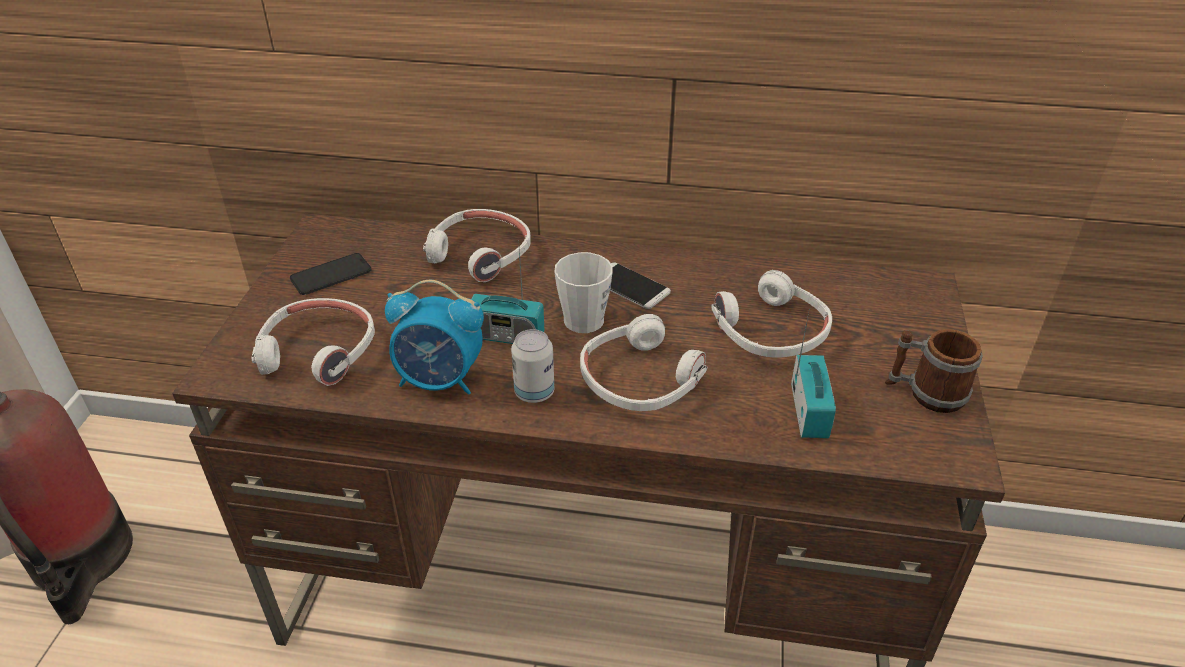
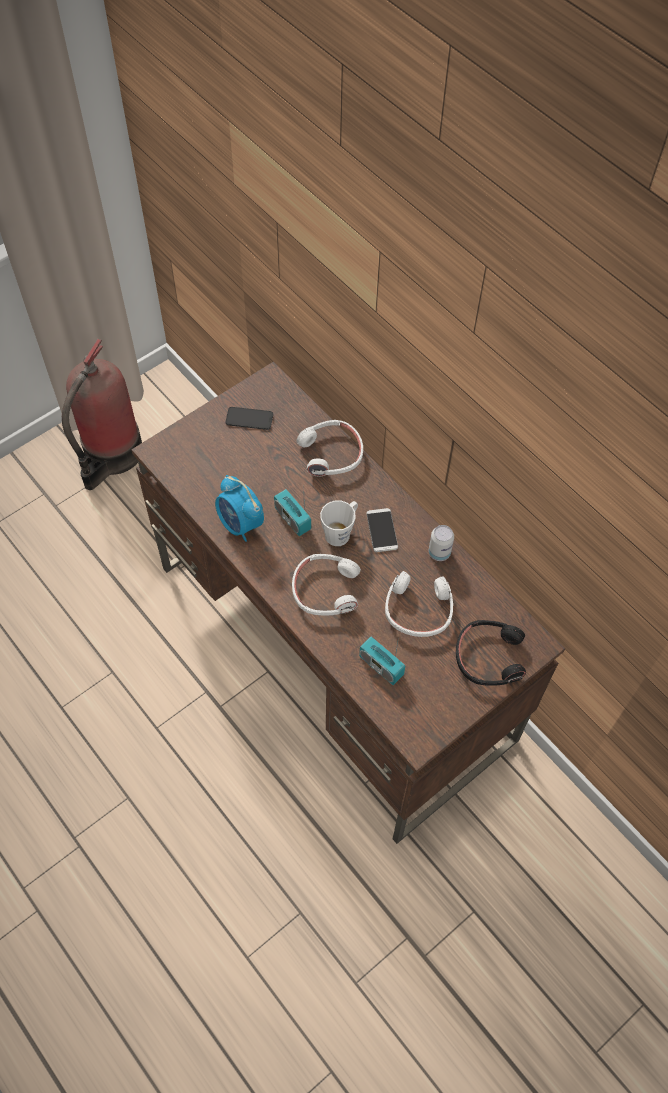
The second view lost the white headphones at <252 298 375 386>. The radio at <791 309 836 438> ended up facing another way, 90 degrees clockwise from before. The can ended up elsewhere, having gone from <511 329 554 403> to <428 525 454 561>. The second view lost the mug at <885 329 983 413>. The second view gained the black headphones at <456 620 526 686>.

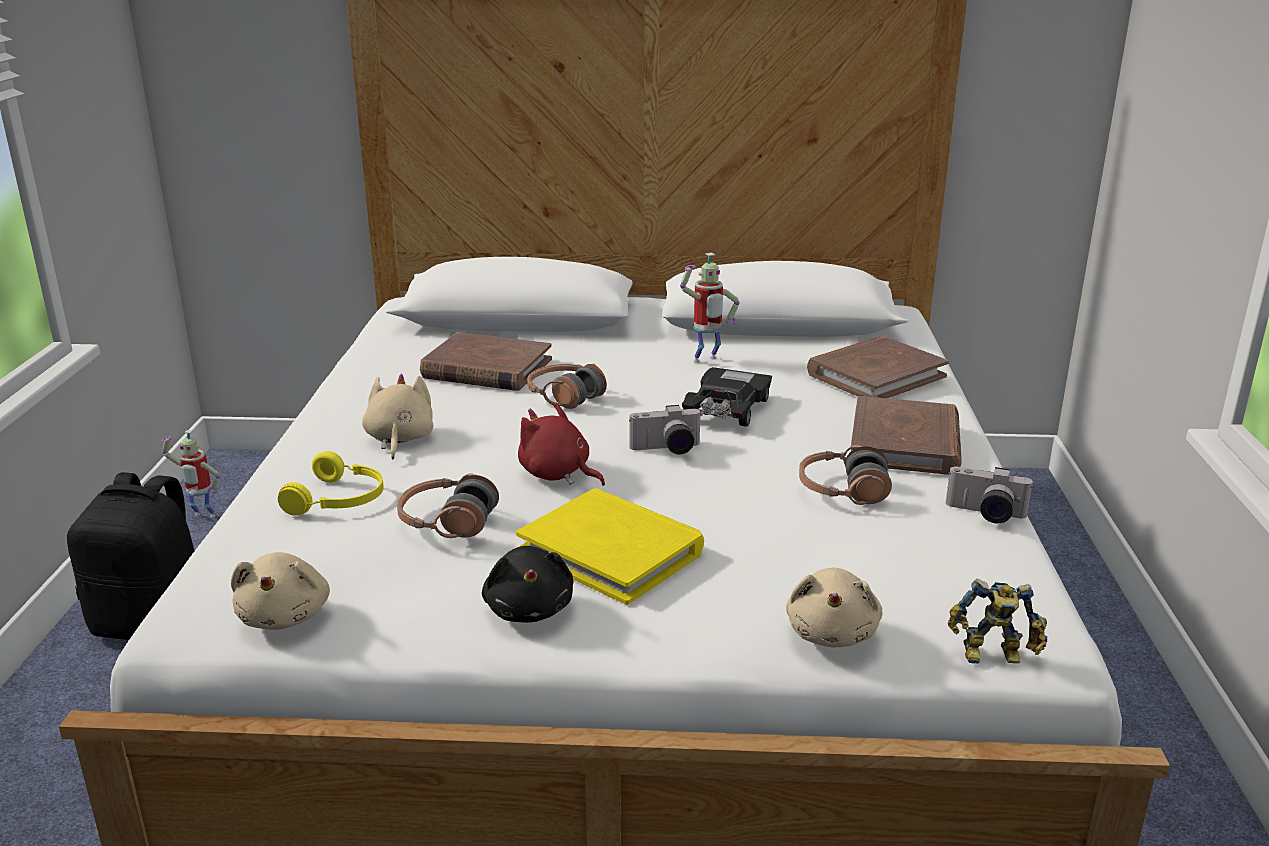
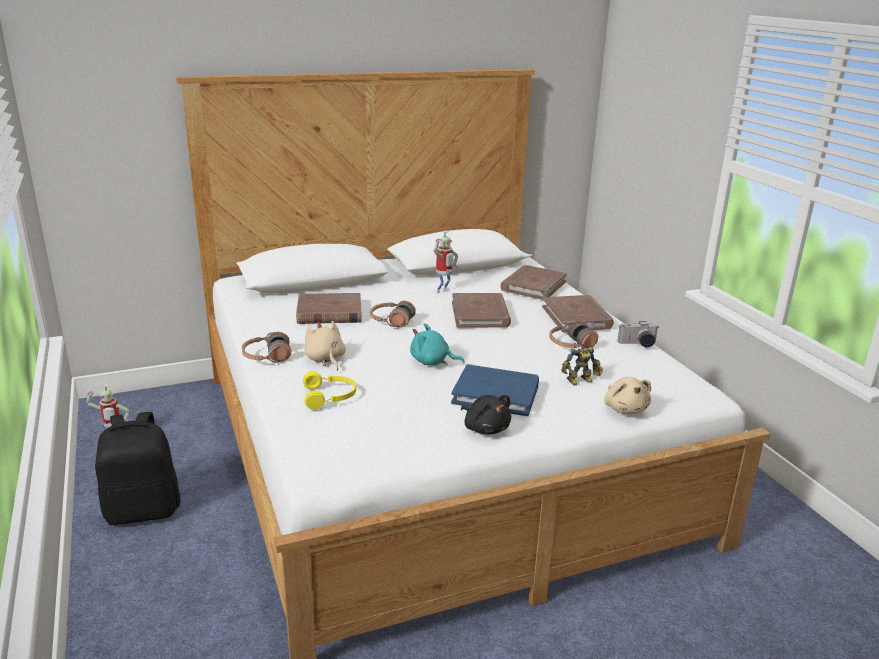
Where the black toy car stood at <682 367 772 427>, the brown book came to stand at <452 293 511 328>. What was the red plush toy at <518 402 605 486> turned into the turquoise plush toy at <410 323 465 366>. The second view lost the photo camera at <629 405 702 454>. The headphones ended up elsewhere, having gone from <397 473 499 538> to <242 332 291 363>. What was the yellow book at <516 488 704 605> turned into the blue book at <451 364 539 416>. The second view lost the beige plush toy at <231 552 330 630>. The toy robot ended up elsewhere, having gone from <948 579 1047 664> to <561 347 603 386>.

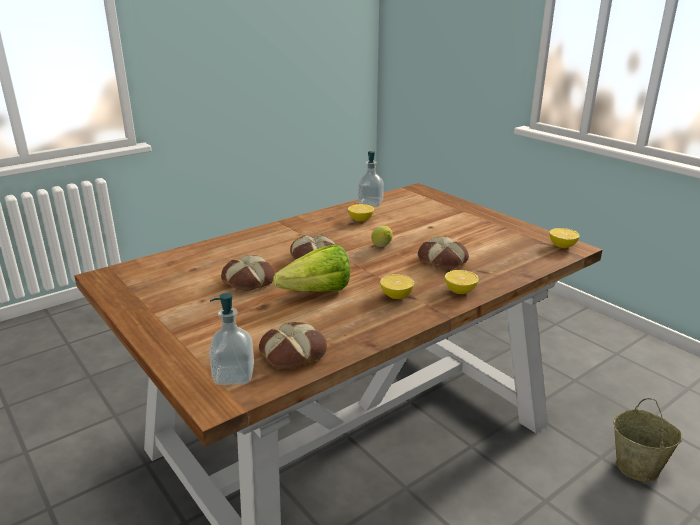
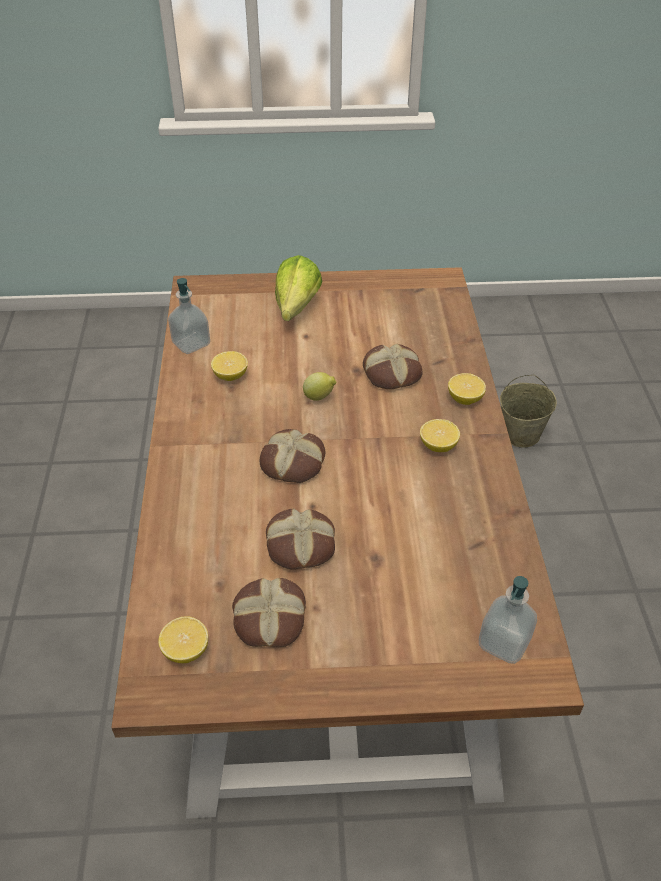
The lemon ended up elsewhere, having gone from <549 228 580 248> to <158 616 208 663>. The lettuce ended up elsewhere, having gone from <273 245 350 292> to <275 255 322 321>. The bread ended up elsewhere, having gone from <259 322 327 369> to <232 578 306 647>.

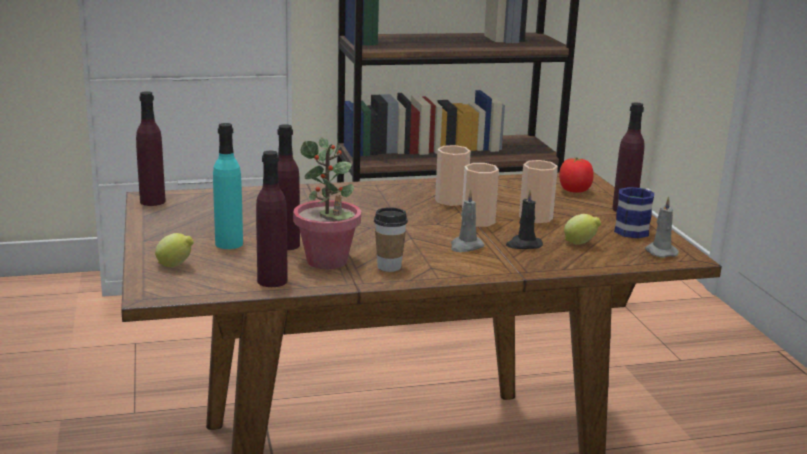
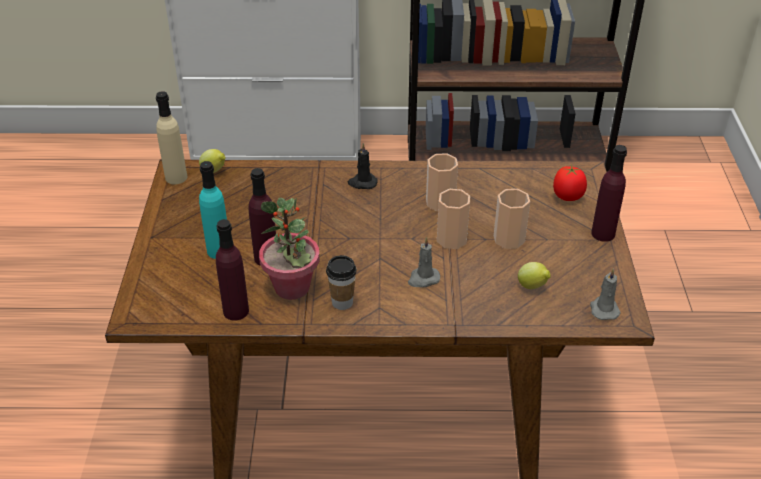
What was the purple bottle at <136 91 166 206> turned into the beige bottle at <156 91 187 184>. The second view lost the mug at <614 187 654 238>. The black candle ended up elsewhere, having gone from <506 189 543 249> to <348 143 378 189>. The lemon ended up elsewhere, having gone from <155 233 194 267> to <199 149 225 173>.

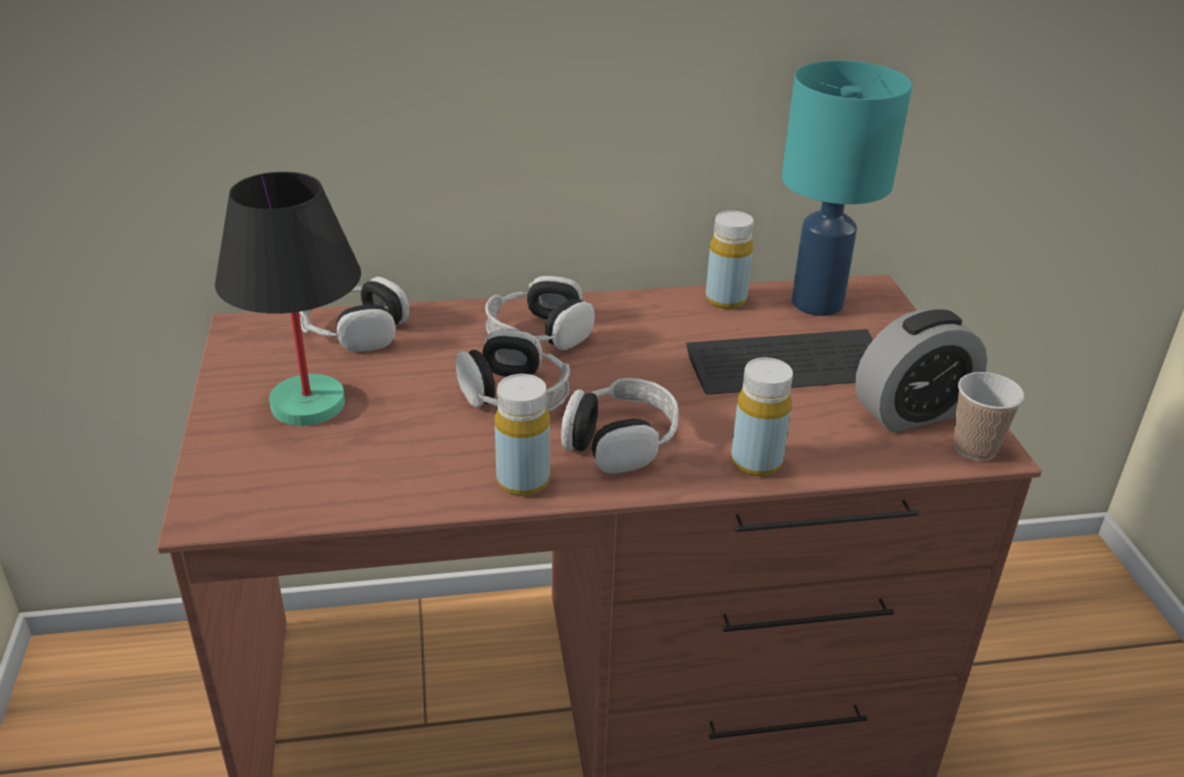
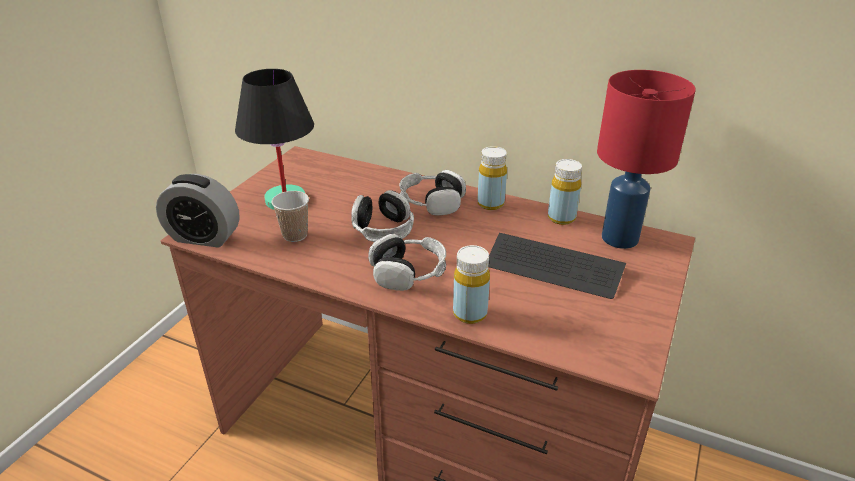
What was the turquoise table lamp at <782 60 912 316> turned into the red table lamp at <597 70 696 249>. The second view lost the headphones at <299 277 409 352>. The alarm clock ended up elsewhere, having gone from <855 308 987 432> to <156 174 240 248>. The cup ended up elsewhere, having gone from <954 372 1024 461> to <272 191 309 242>. The yellow bottle ended up elsewhere, having gone from <495 374 550 496> to <477 146 507 210>.

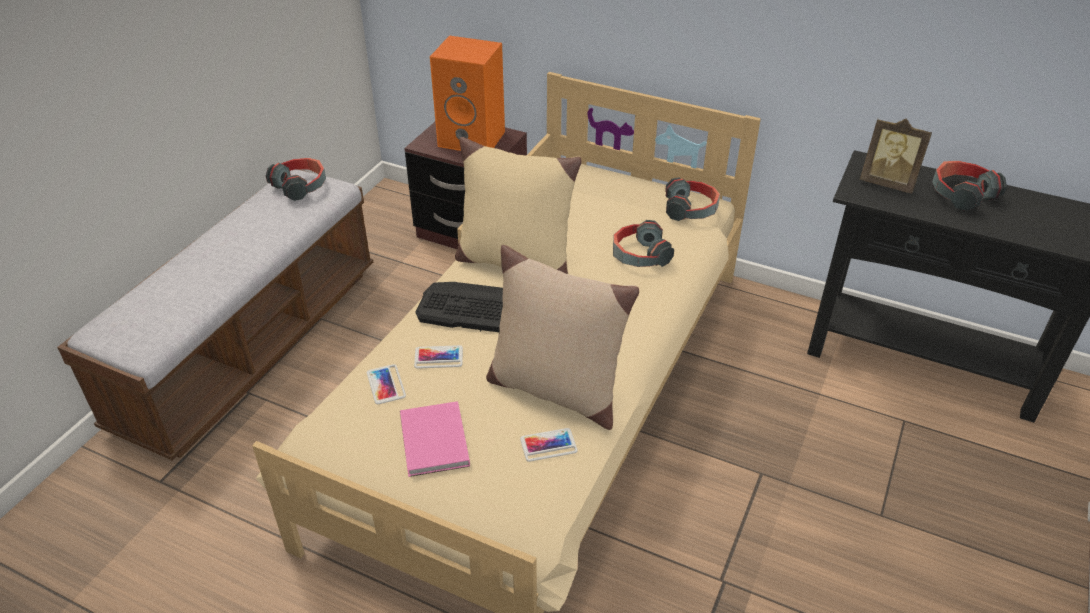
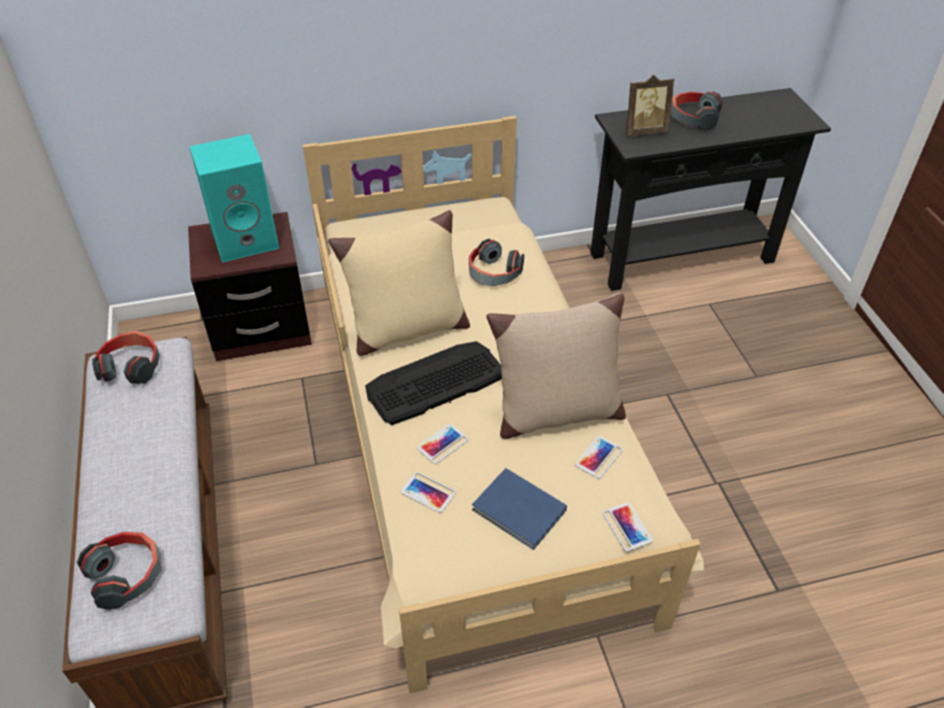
What was the orange speaker at <430 35 505 151> turned into the turquoise speaker at <189 134 279 263>. The headphones ended up elsewhere, having gone from <665 177 720 221> to <77 532 162 610>. What was the pink book at <400 401 470 477> turned into the blue book at <472 468 567 550>. The second view gained the phone at <602 502 653 552>.

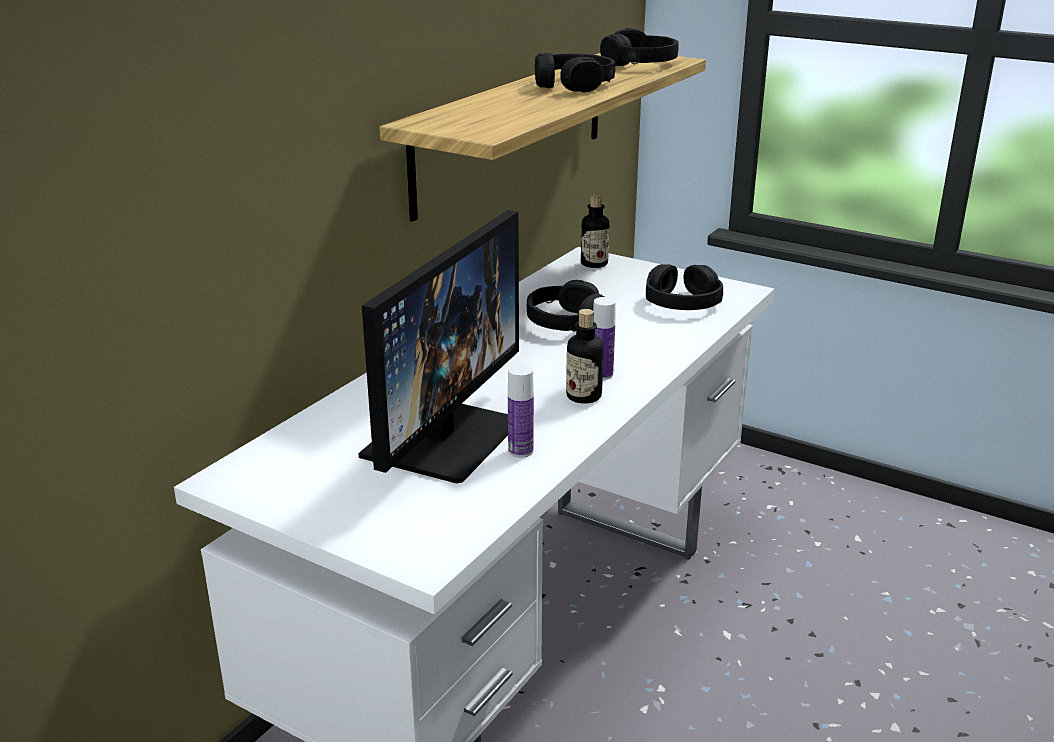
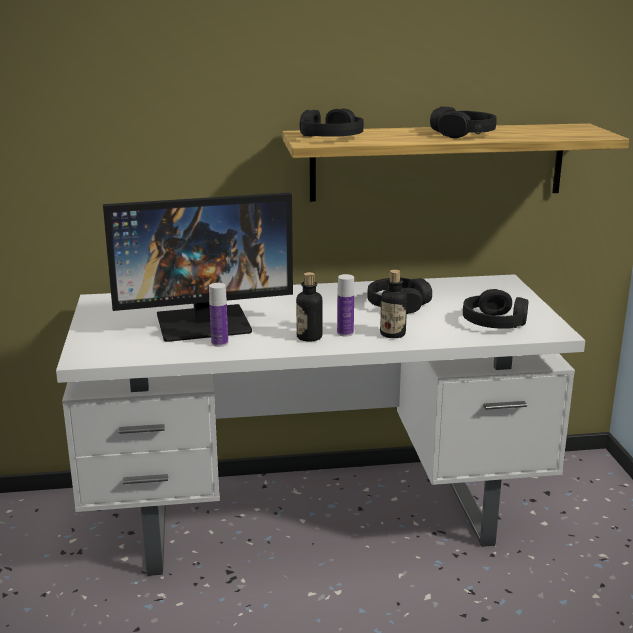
The black headphones ended up elsewhere, having gone from <600 28 678 66> to <300 108 364 137>. The bottle ended up elsewhere, having gone from <581 194 609 268> to <380 270 407 338>.

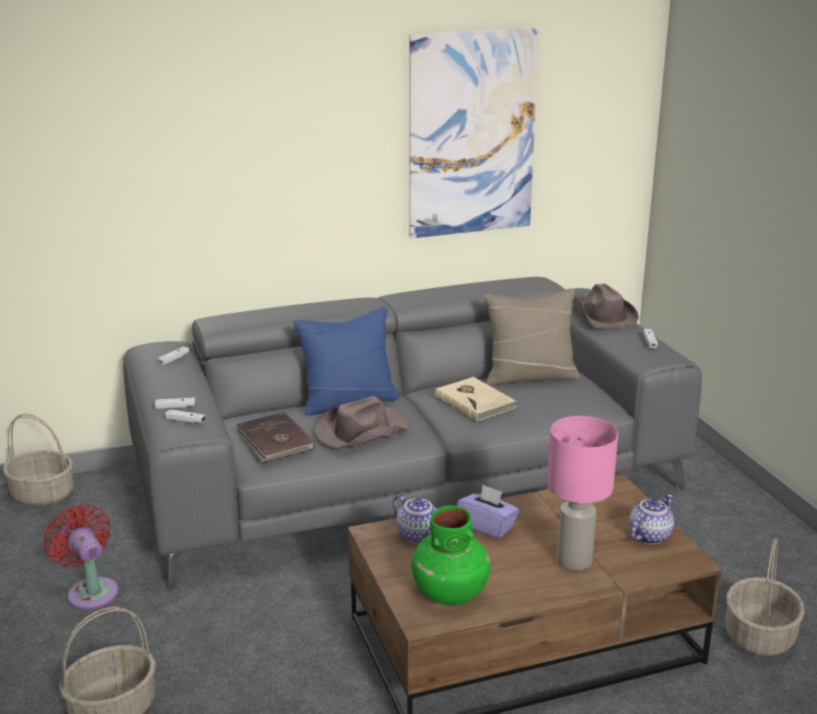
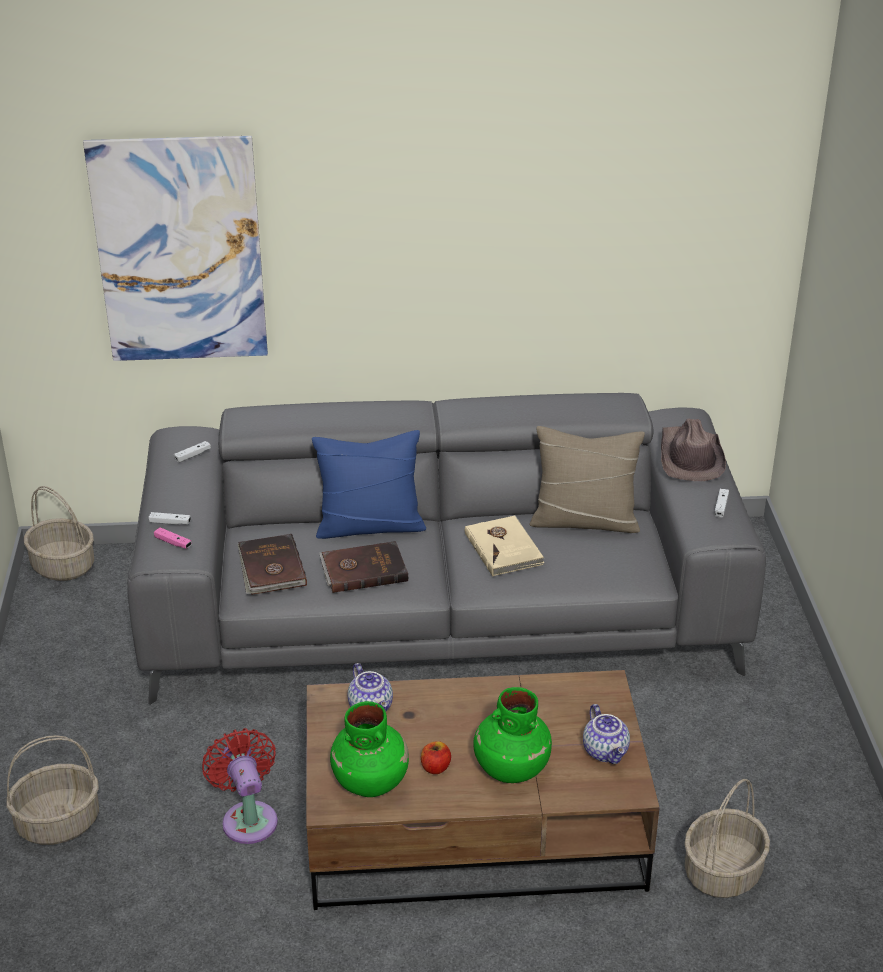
The picture ended up elsewhere, having gone from <409 28 540 238> to <83 136 268 361>. Where the brown hat stood at <314 396 409 448>, the brown book came to stand at <319 541 408 593>. What was the white game controller at <165 409 205 424> turned into the pink game controller at <154 527 192 549>. Where the pink table lamp stood at <547 416 618 570>, the green vase came to stand at <473 687 552 783>. The second view lost the purple tissue box at <457 485 519 539>. The teapot at <629 494 674 544> ended up facing another way, 105 degrees clockwise from before. The red fan ended up elsewhere, having gone from <44 504 119 610> to <202 728 278 844>. The second view gained the apple at <421 741 451 774>.

